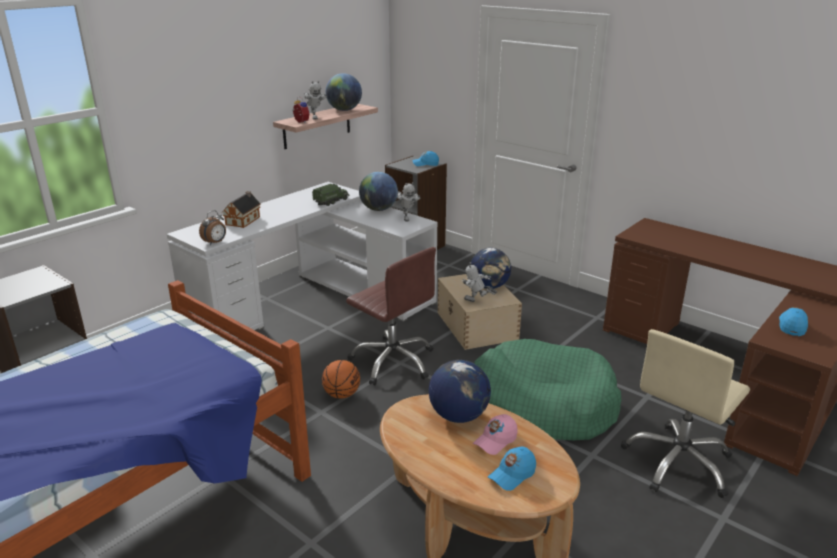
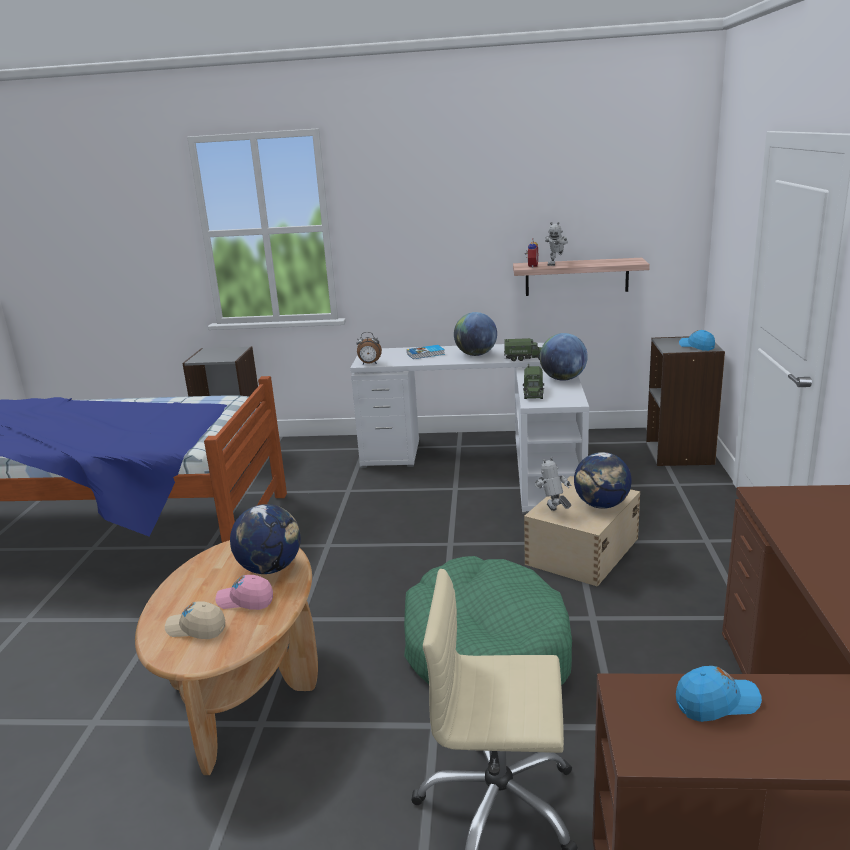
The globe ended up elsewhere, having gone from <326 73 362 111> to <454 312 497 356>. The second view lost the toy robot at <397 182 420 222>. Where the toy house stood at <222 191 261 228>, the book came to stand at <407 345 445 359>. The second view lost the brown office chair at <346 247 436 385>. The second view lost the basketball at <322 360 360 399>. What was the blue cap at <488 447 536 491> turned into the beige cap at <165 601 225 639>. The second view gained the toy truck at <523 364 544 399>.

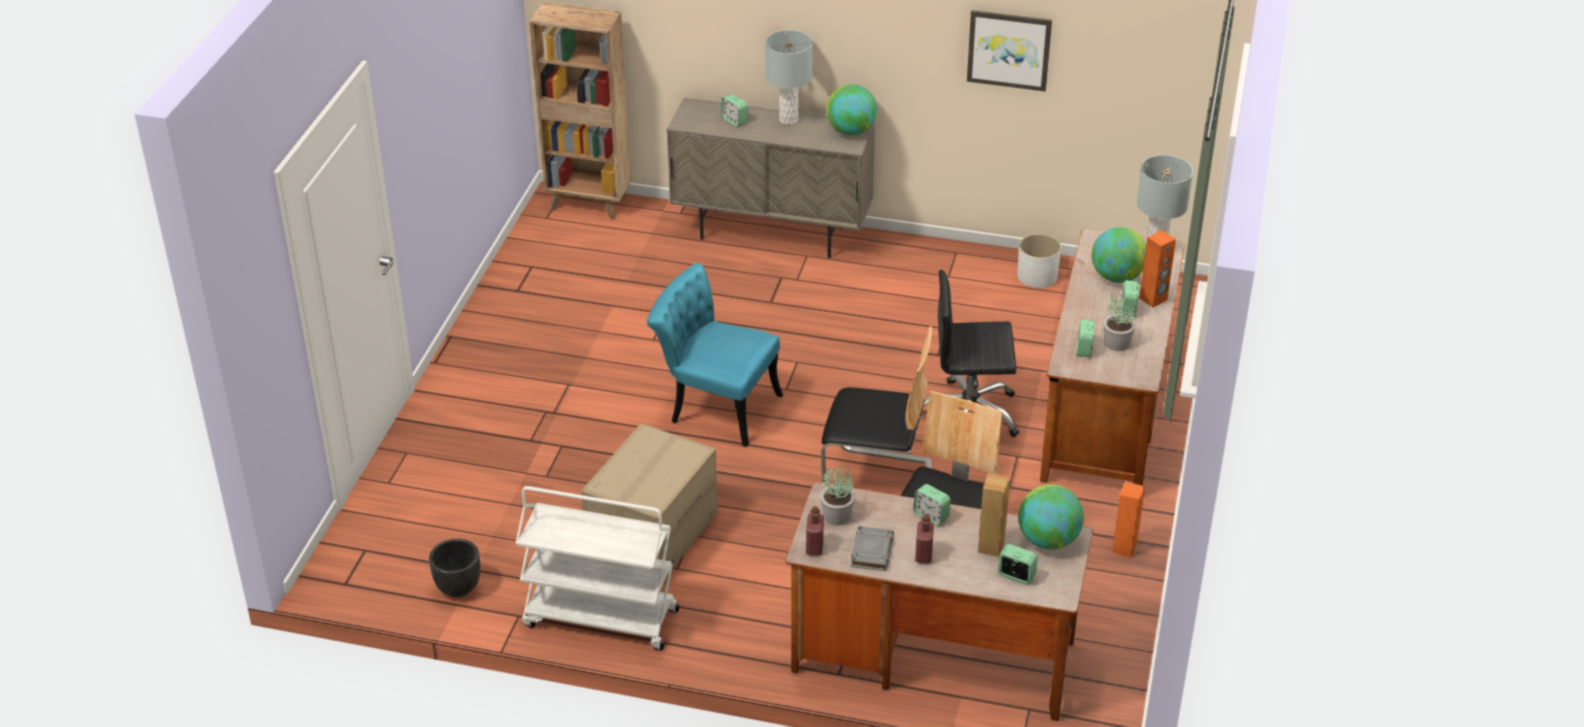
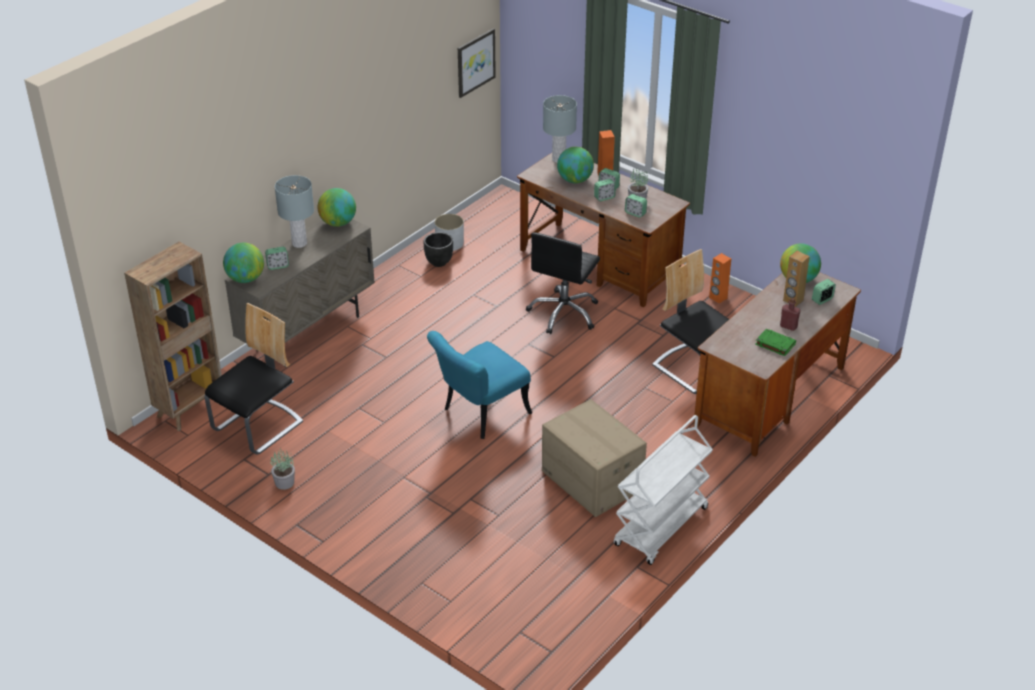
The picture ended up elsewhere, having gone from <967 10 1052 91> to <458 28 496 98>. The chair ended up elsewhere, having gone from <821 326 932 482> to <205 303 303 454>. The potted plant ended up elsewhere, having gone from <820 464 855 526> to <270 449 295 490>. The alarm clock ended up elsewhere, having gone from <913 484 951 526> to <594 179 616 201>. The second view lost the red bottle at <806 506 824 556>. What was the grey book at <851 526 894 571> turned into the green book at <756 328 796 356>. The black planter ended up elsewhere, having gone from <429 539 481 597> to <424 232 453 267>. The second view gained the globe at <223 243 264 283>.

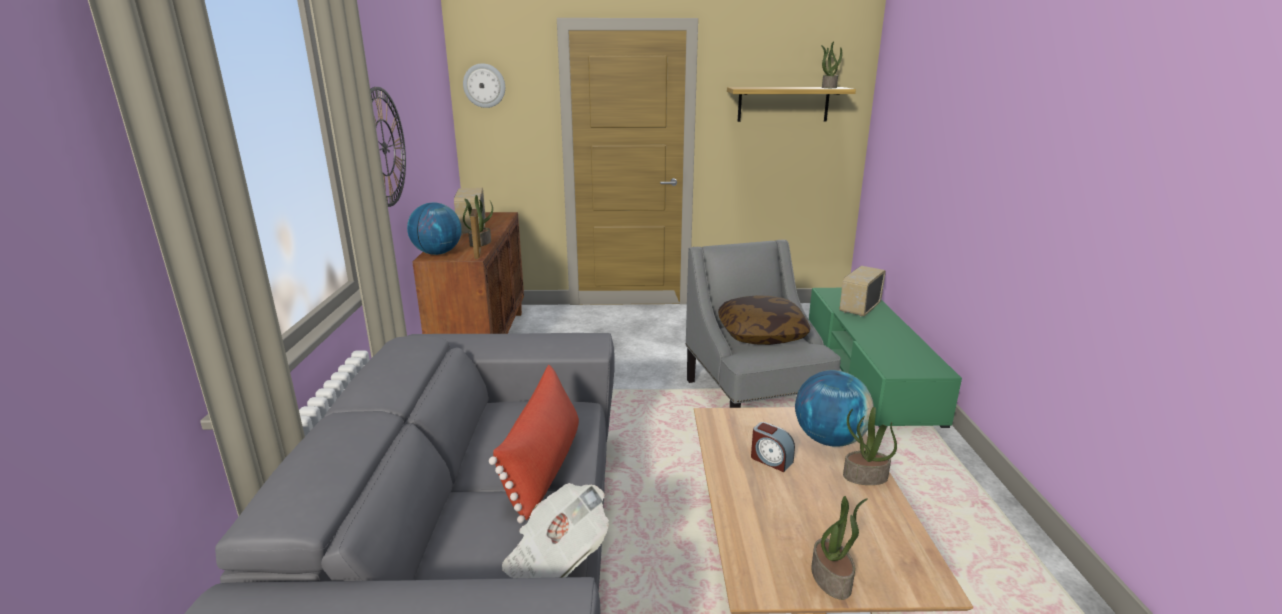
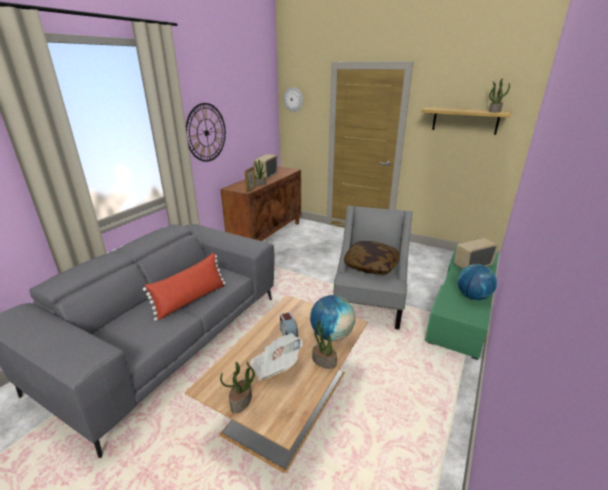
The globe ended up elsewhere, having gone from <407 202 462 255> to <457 264 497 300>. The newspaper ended up elsewhere, having gone from <502 483 609 578> to <250 333 303 381>.

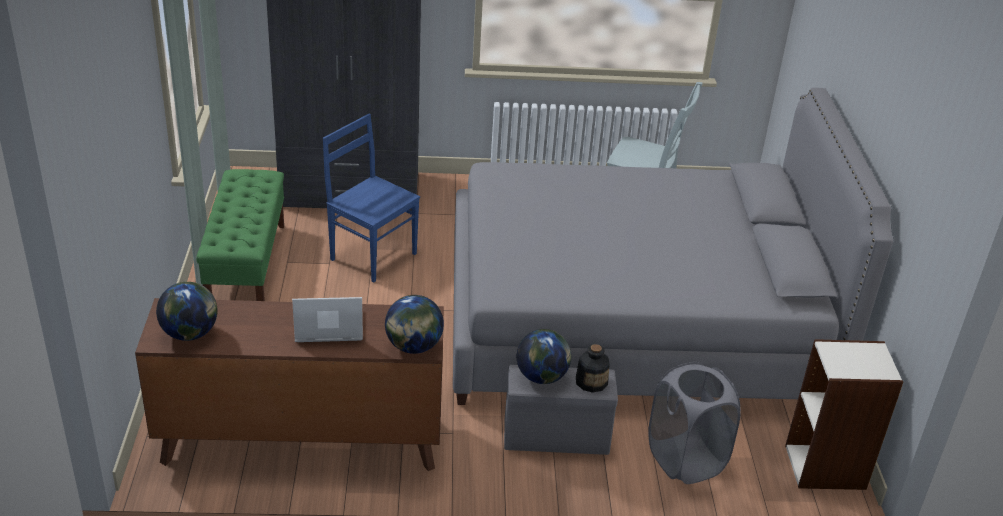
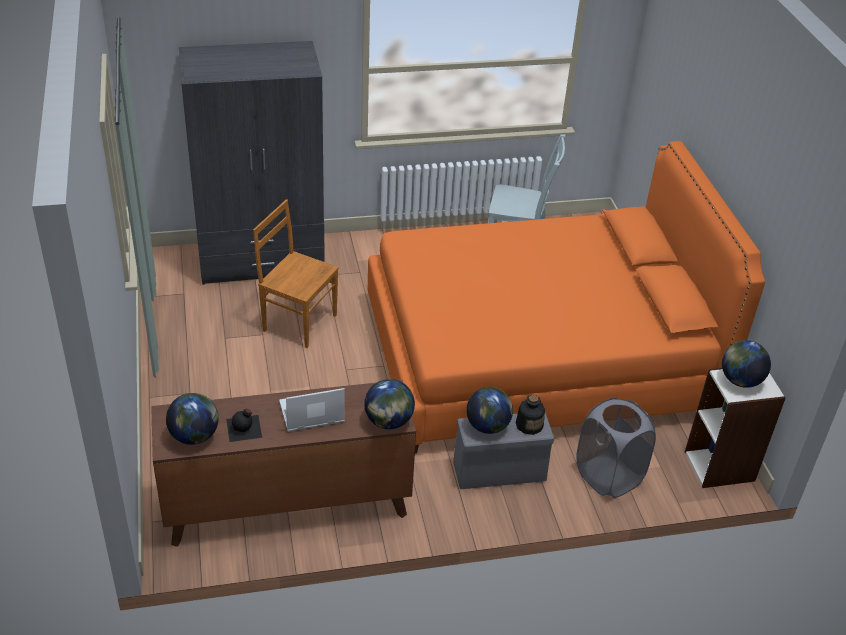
What was the grey bed at <453 88 893 405> turned into the orange bed at <368 141 765 453>. What was the blue chair at <323 114 420 283> turned into the brown chair at <253 199 339 348>. The second view lost the green bench at <196 169 284 301>. The second view gained the globe at <722 340 771 388>. The second view gained the black bottle at <226 409 262 442>.

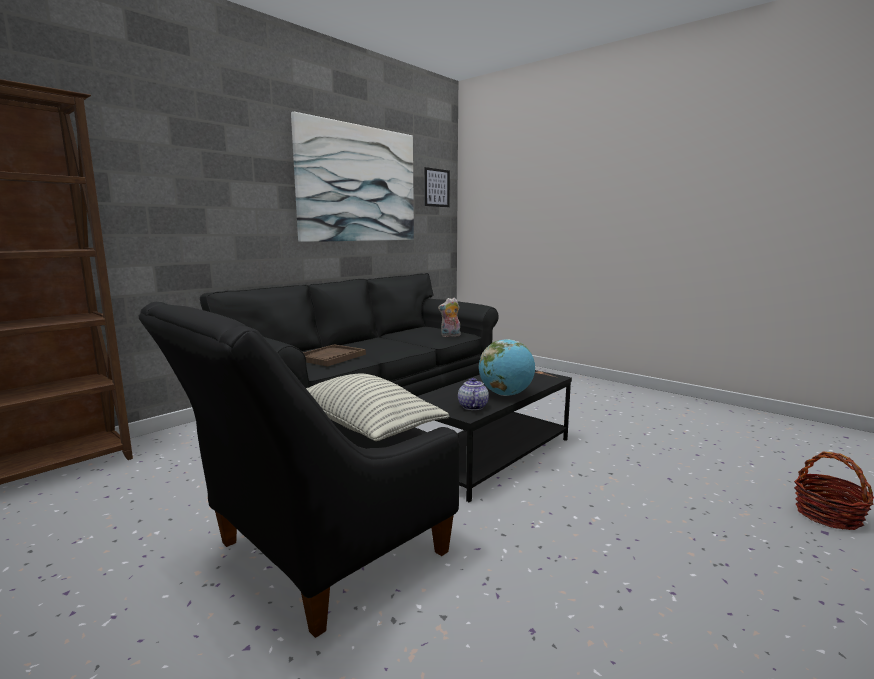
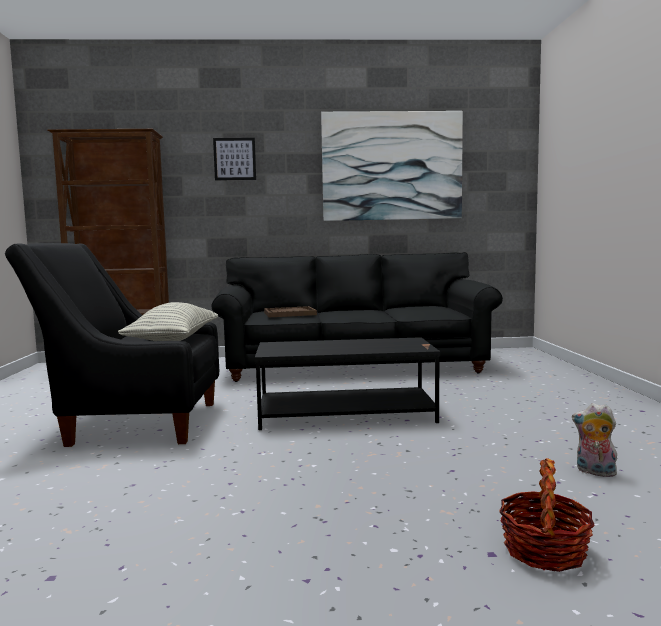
The picture ended up elsewhere, having gone from <424 167 450 207> to <213 138 256 180>. The plush toy ended up elsewhere, having gone from <438 298 460 337> to <572 403 617 477>. The second view lost the globe at <479 339 535 396>. The second view lost the teapot at <458 378 489 410>.

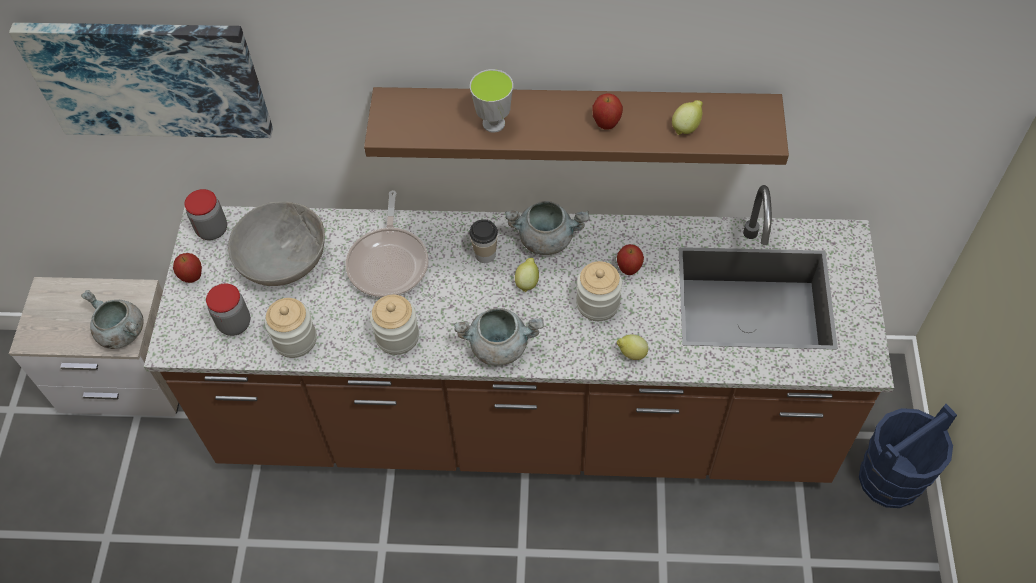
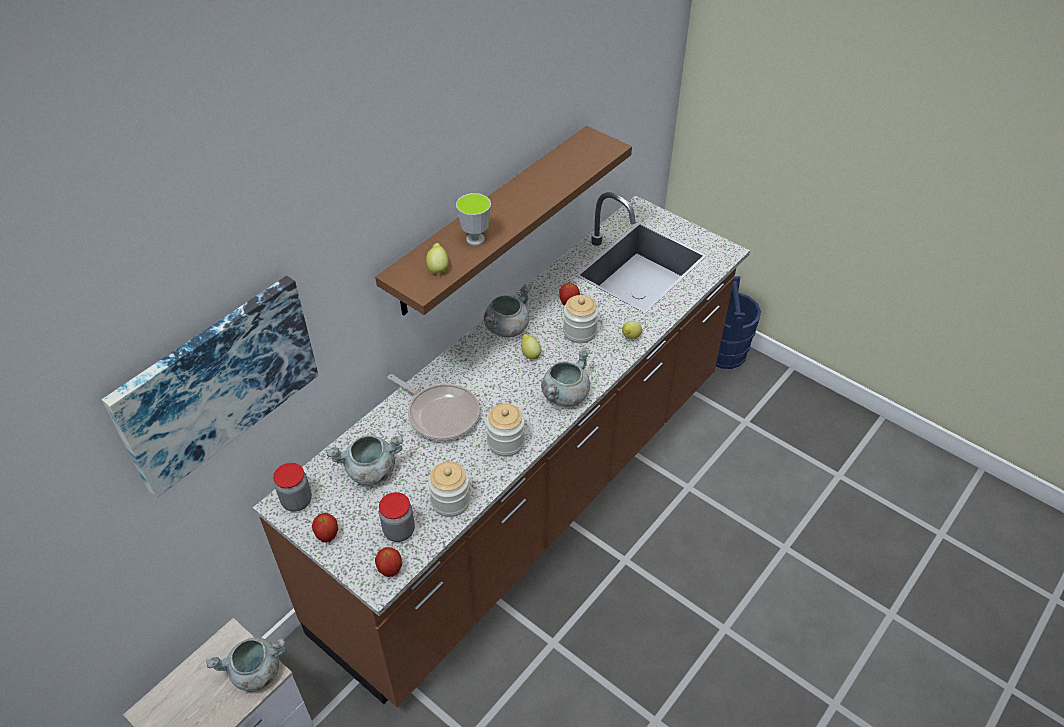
The apple ended up elsewhere, having gone from <593 93 623 130> to <375 547 402 577>. The lemon ended up elsewhere, having gone from <672 100 703 135> to <426 243 449 275>. Where the grey bowl stood at <228 201 325 286>, the grey cooking pot came to stand at <326 435 403 486>. The second view lost the cup at <469 219 498 263>.

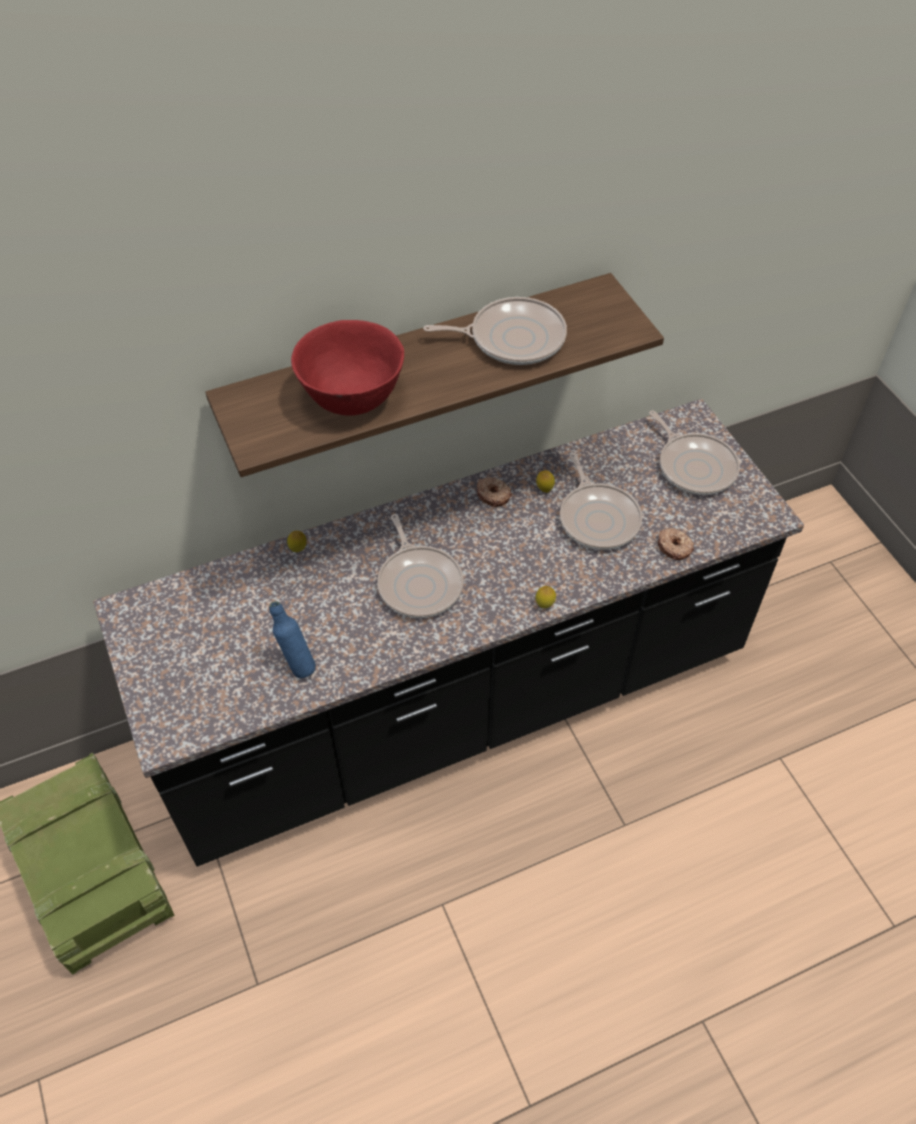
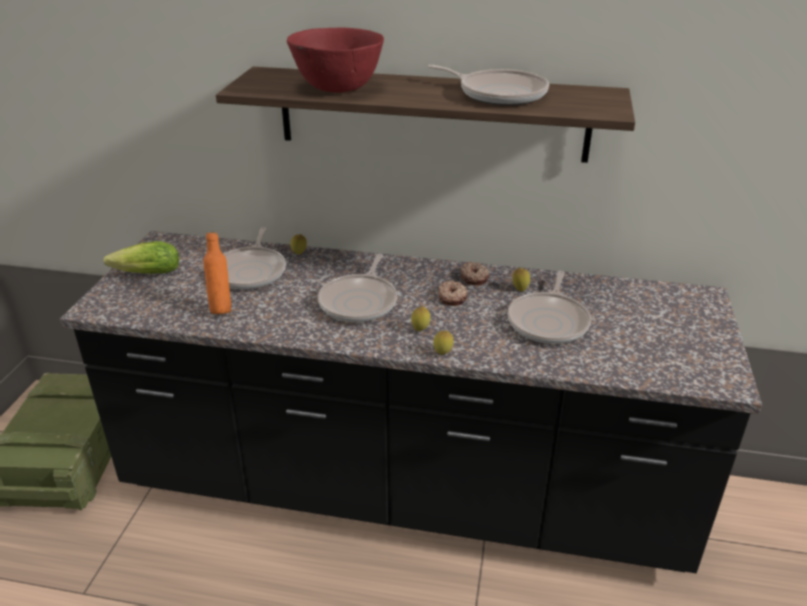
The frying pan ended up elsewhere, having gone from <649 410 740 495> to <223 227 286 290>. The donut ended up elsewhere, having gone from <658 528 694 560> to <438 280 467 306>. What was the blue bottle at <269 601 316 678> turned into the orange bottle at <203 232 231 314>. The second view gained the lettuce at <104 241 179 274>. The second view gained the lemon at <411 306 430 331>.

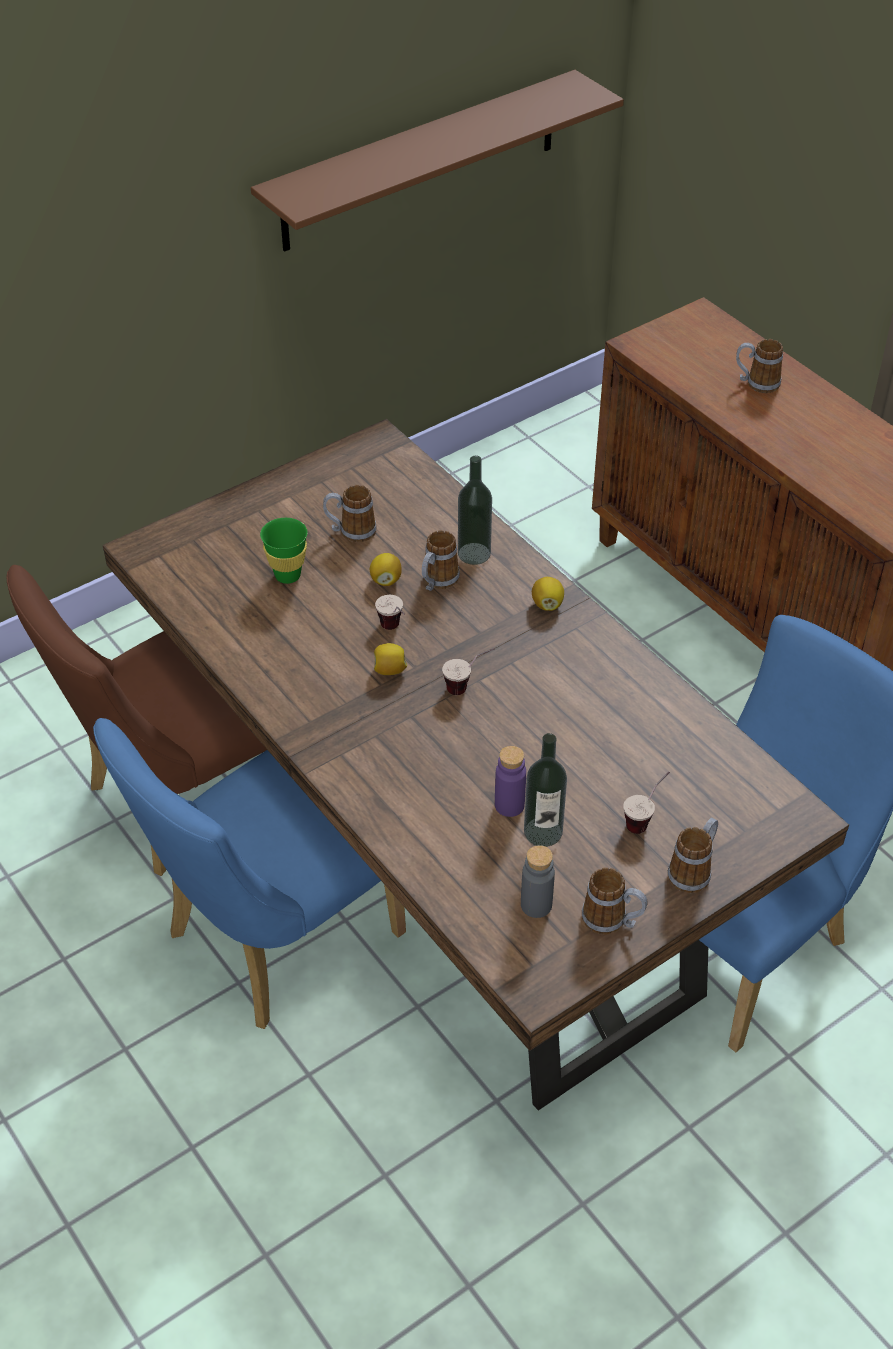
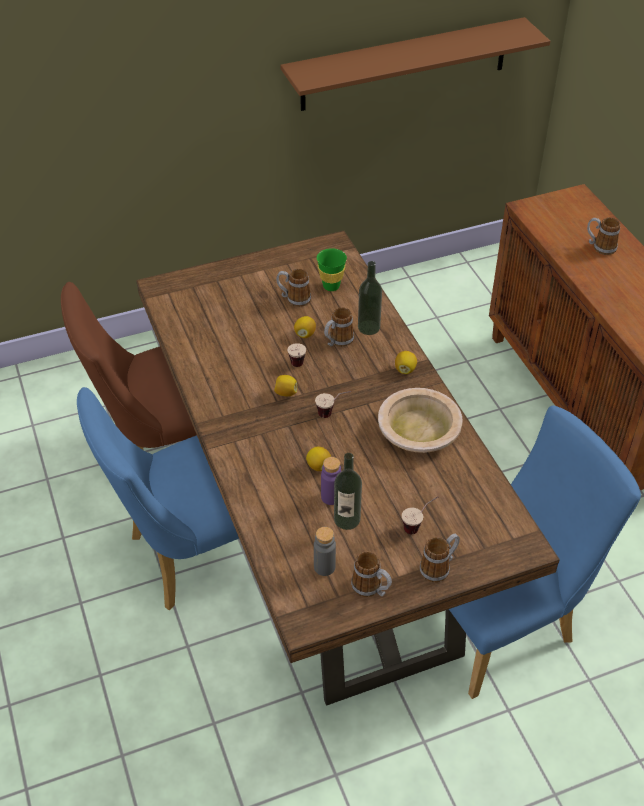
The green cup ended up elsewhere, having gone from <260 518 308 584> to <317 248 347 291>. The second view gained the beige bowl at <378 388 462 453>. The second view gained the lemon at <306 447 331 471>.

